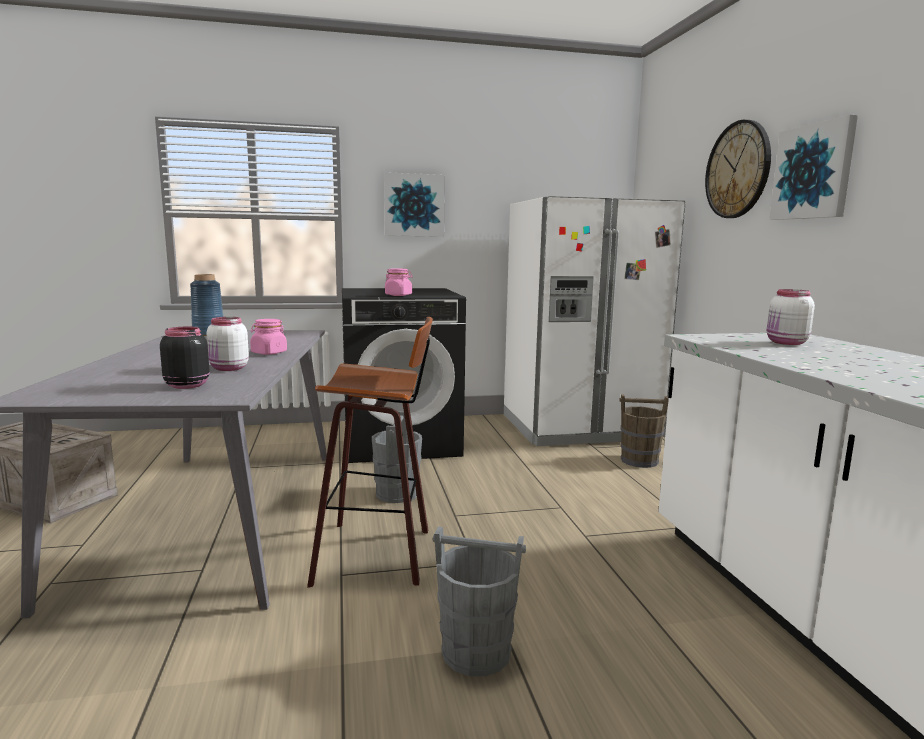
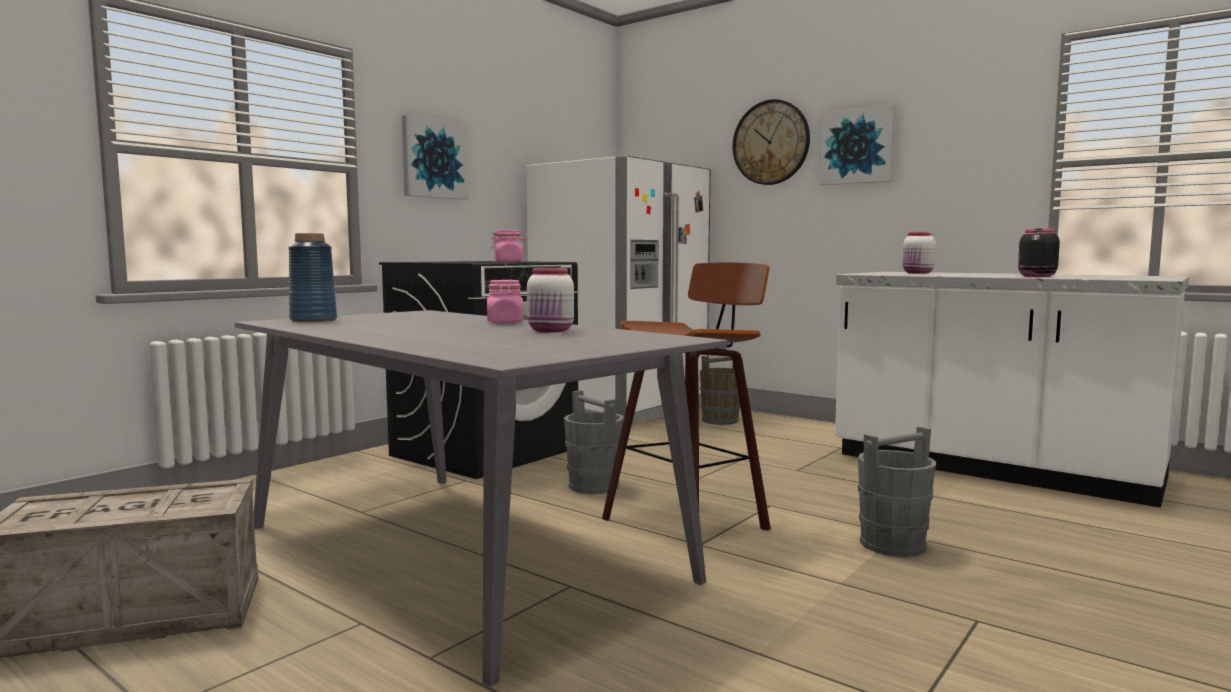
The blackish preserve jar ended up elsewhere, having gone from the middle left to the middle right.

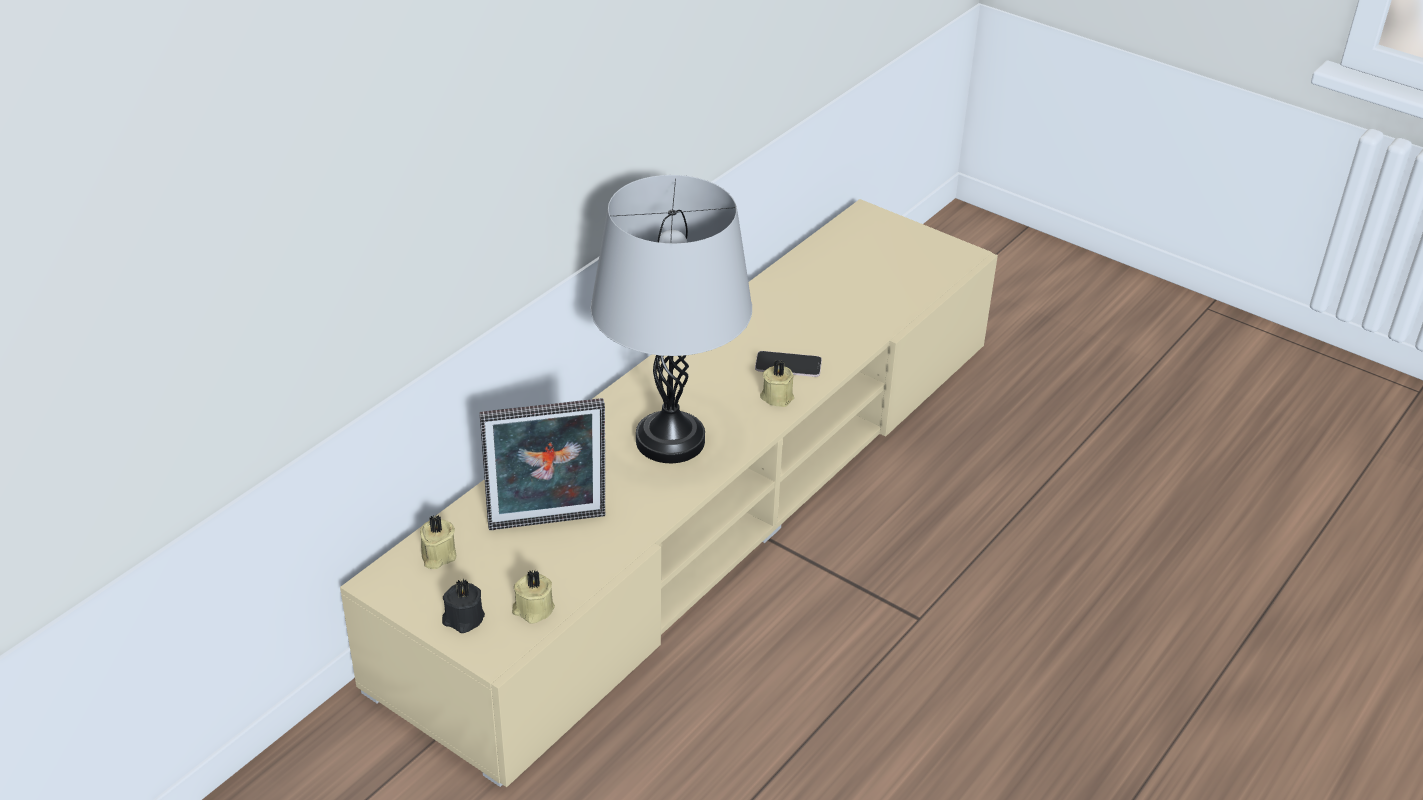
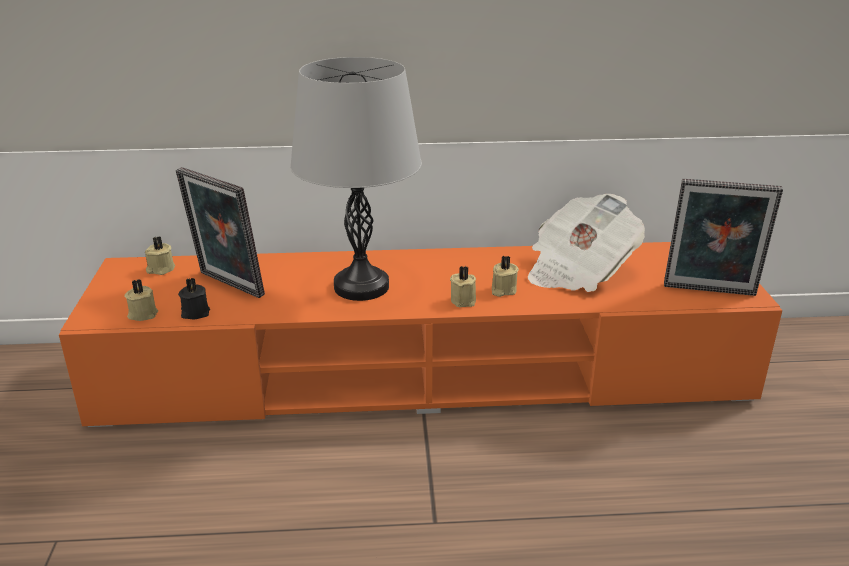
What was the beige-coloured tv unit at the centre turned into the orange tv unit at the centre.
The blackish wax light ended up elsewhere, having gone from the bottom left to the middle left.
Where the telephone stood at the centre, the beige-coloured wax light (4th from left) came to stand at the centre.
The second view gained the newspaper at the middle right.
The second view gained the picture frame (2nd from left) at the middle right.

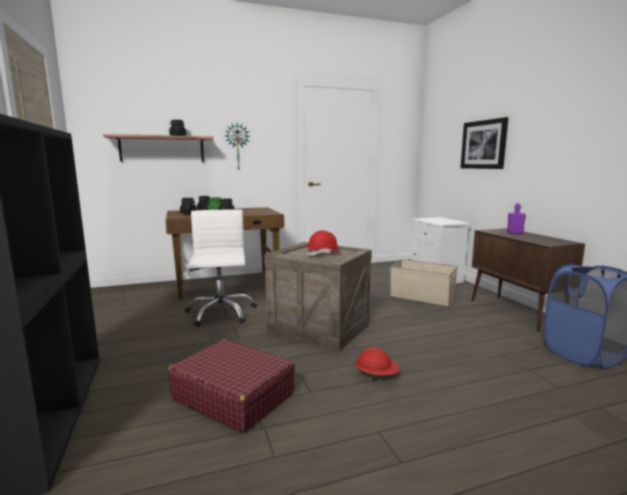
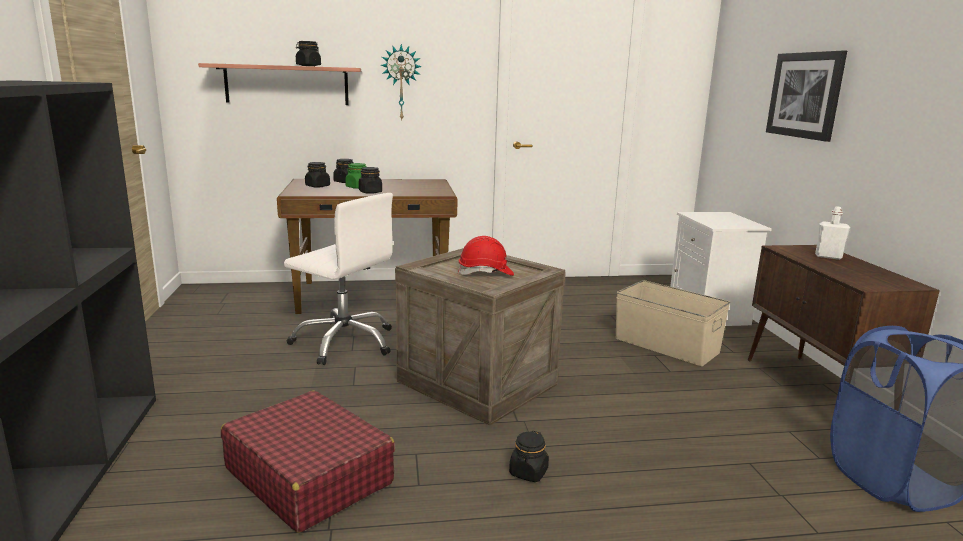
The white office chair at the centre ended up facing another way, 120 degrees clockwise from before.
Where the reddish hard hat (2nd from left) stood at the bottom centre, the blackish preserve jar (5th from left) came to stand at the bottom centre.
What was the purplish drink bottle at the middle right turned into the white drink bottle at the middle right.

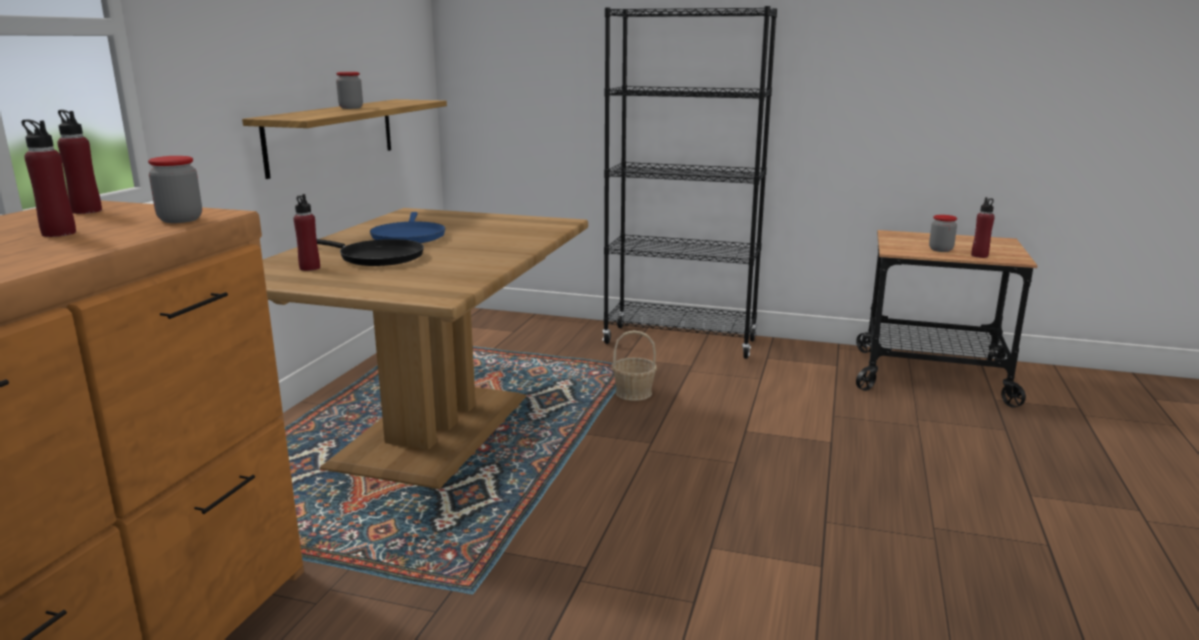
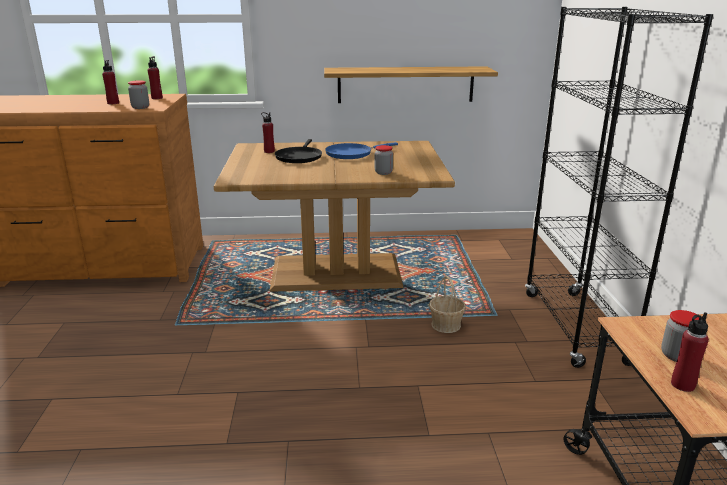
The preserve jar (2nd from left) ended up elsewhere, having gone from the top left to the top centre.

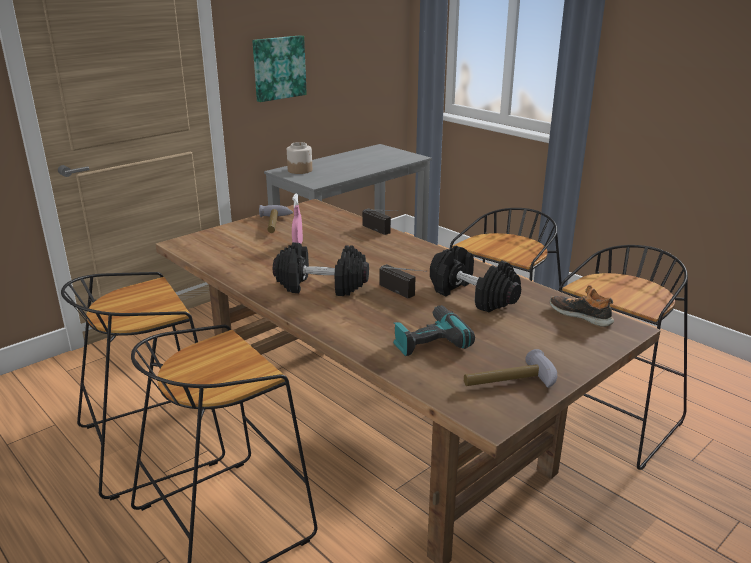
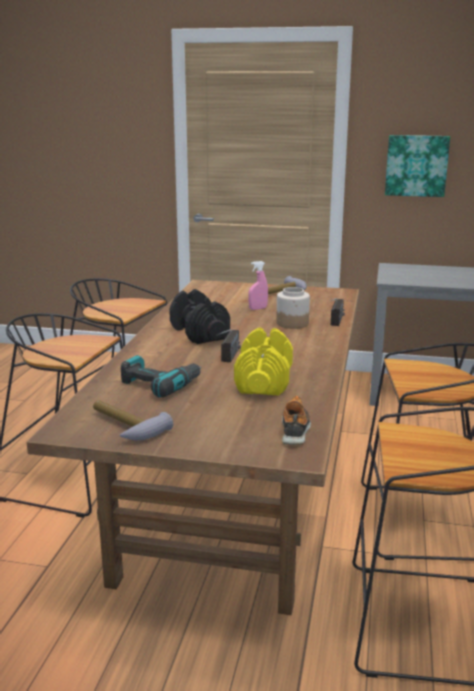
The preserve jar ended up elsewhere, having gone from the top centre to the centre.
What was the blackish hand weight (2nd from left) at the centre turned into the yellow-coloured hand weight at the centre.

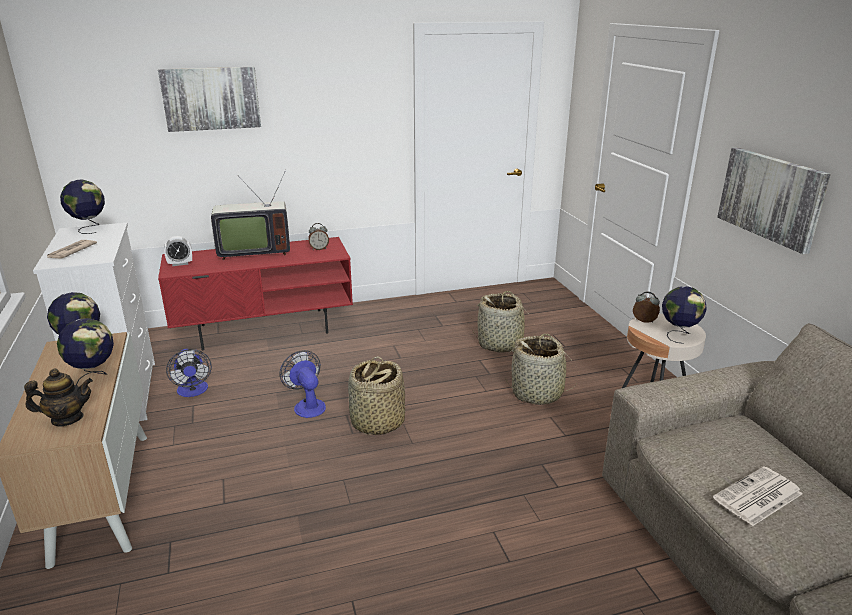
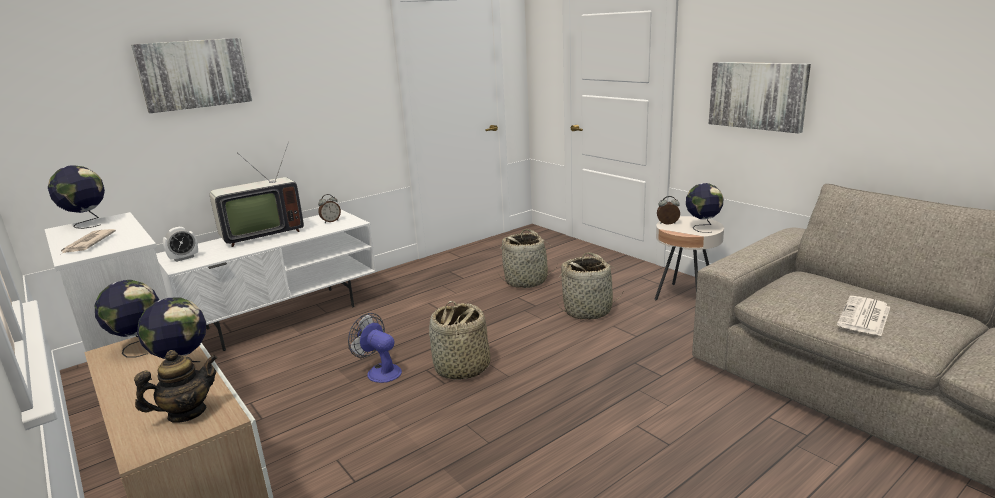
What was the reddish tv unit at the middle left turned into the white tv unit at the middle left.
The second view lost the electric fan (1st from left) at the middle left.

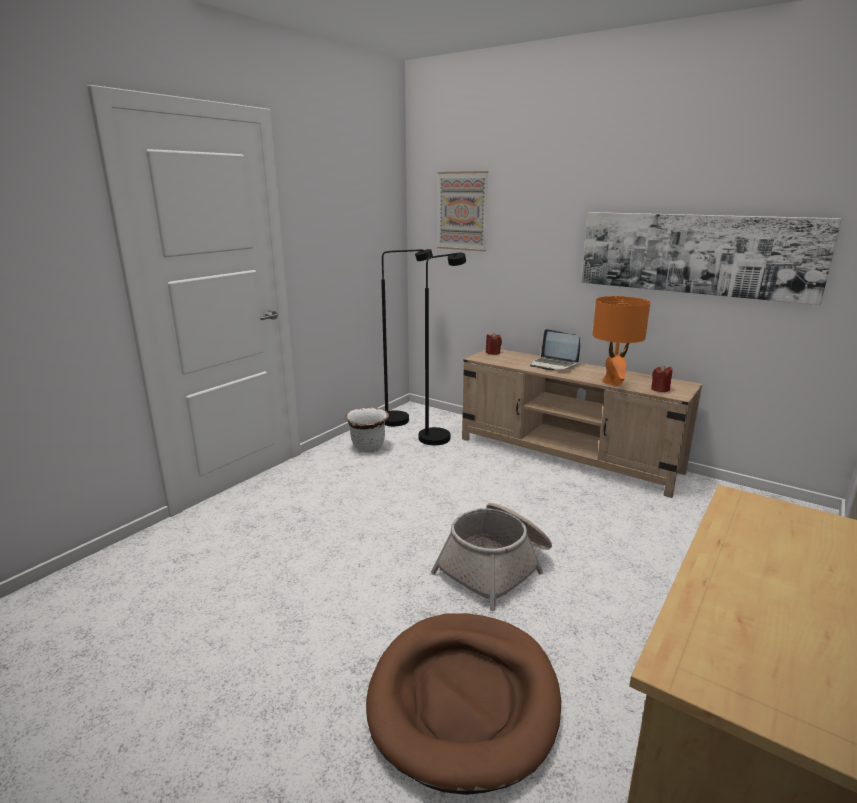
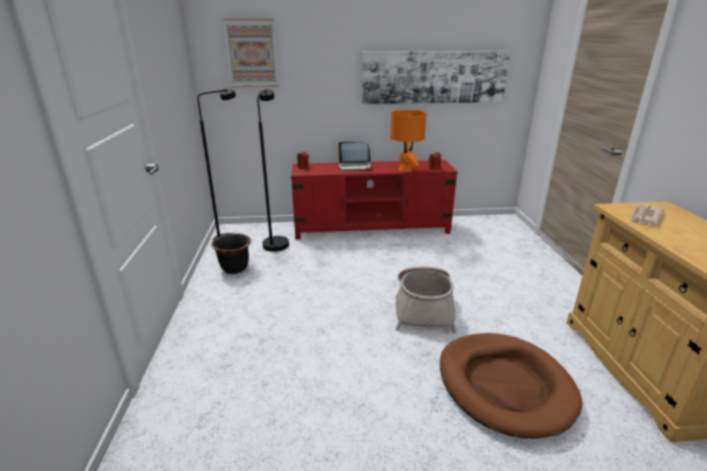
What was the white flower pot at the centre turned into the blackish flower pot at the middle left.
What was the beige-coloured tv unit at the middle right turned into the reddish tv unit at the centre.
The second view gained the newspaper at the middle right.

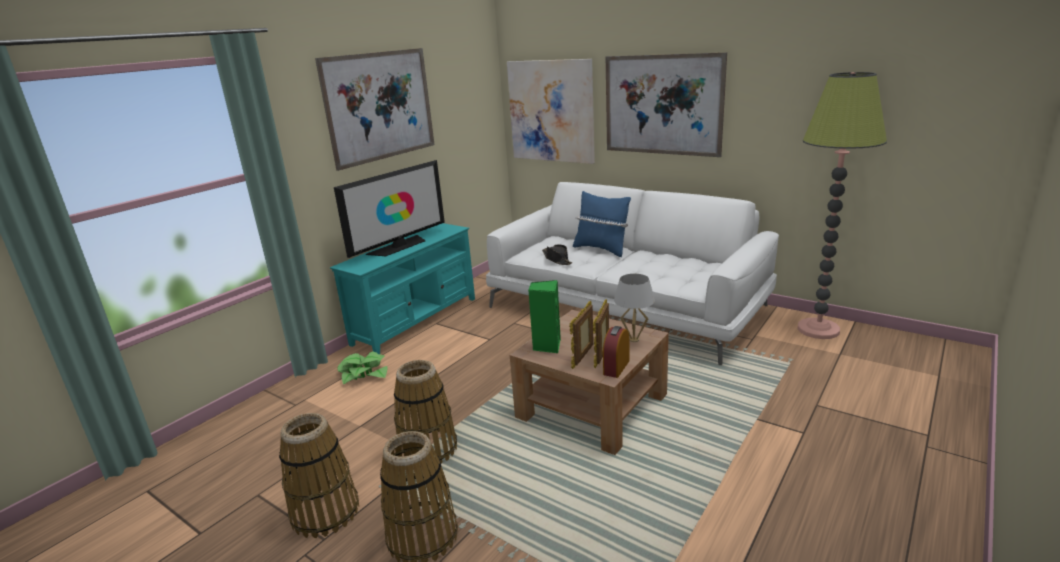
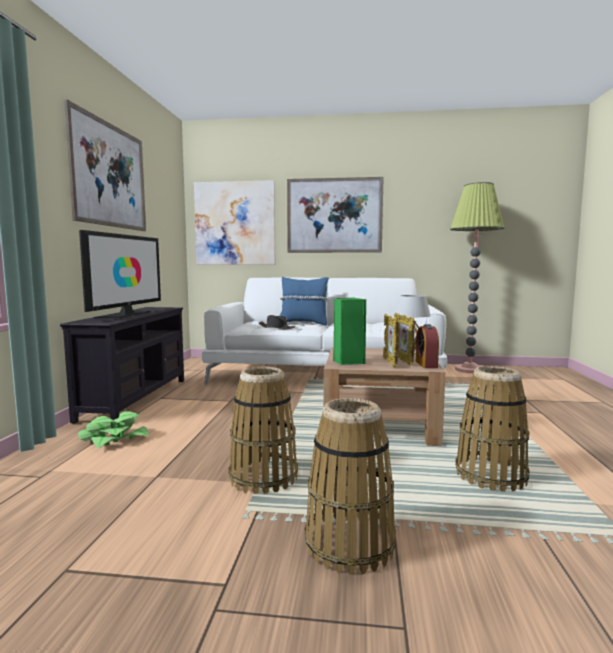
The storage basket (1st from left in the first image) ended up elsewhere, having gone from the bottom left to the middle right.
What was the blue-green tv unit at the centre turned into the blackish tv unit at the middle left.

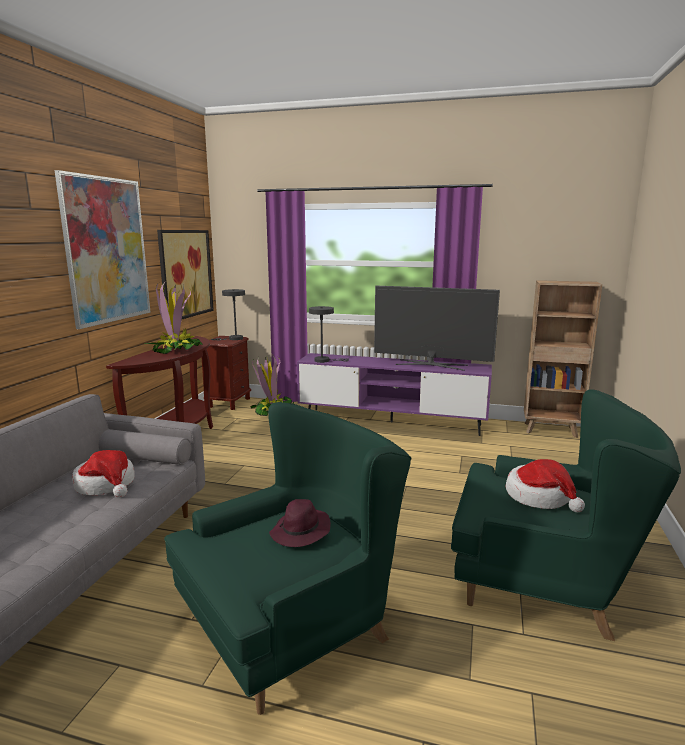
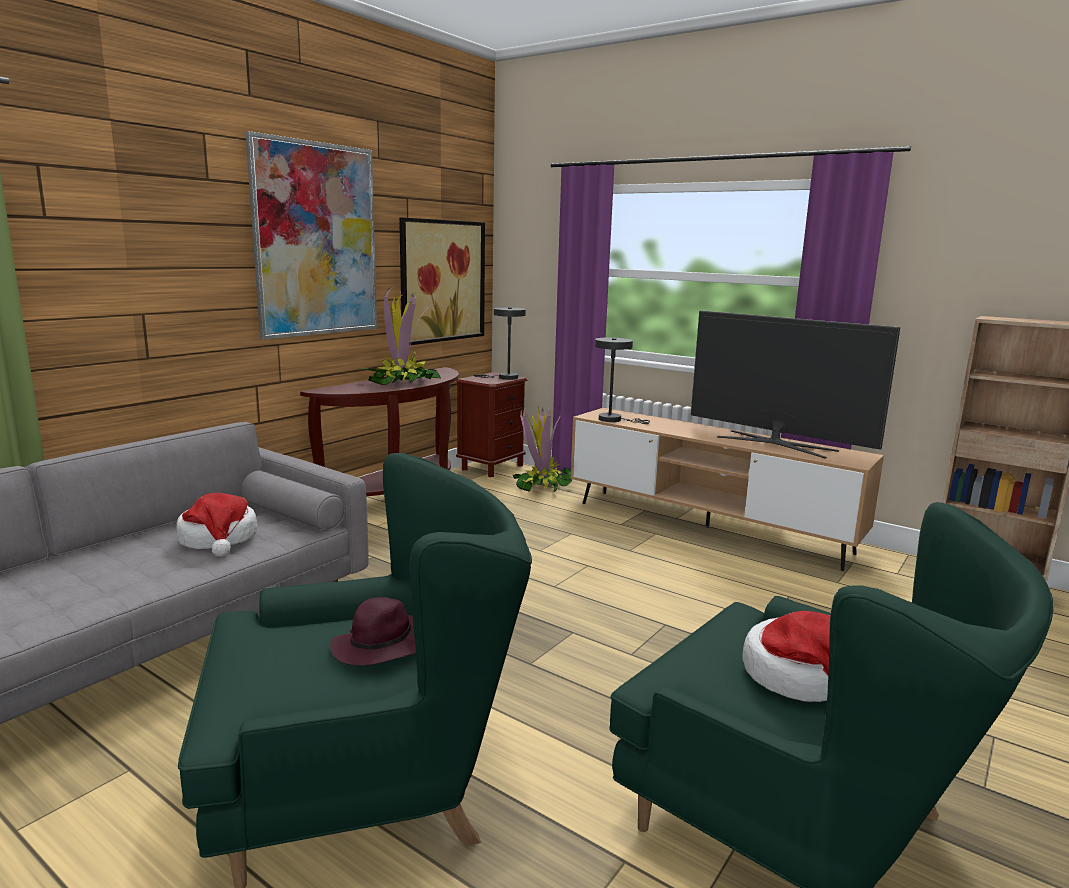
What was the purplish tv unit at the centre turned into the brownish tv unit at the middle right.

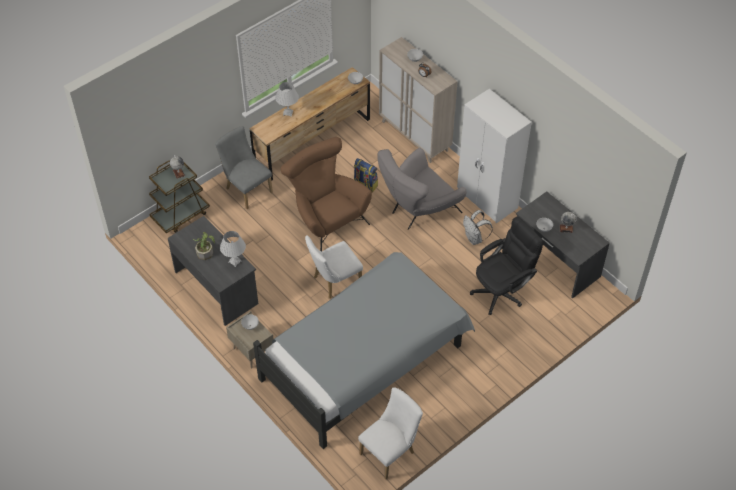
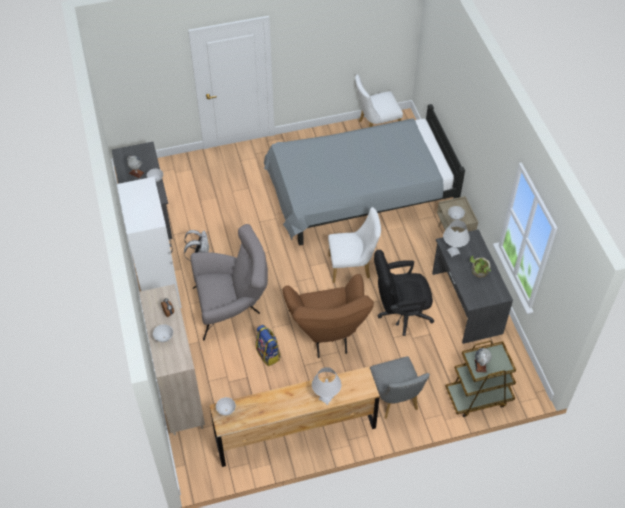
The blackish office chair ended up elsewhere, having gone from the middle right to the centre.

